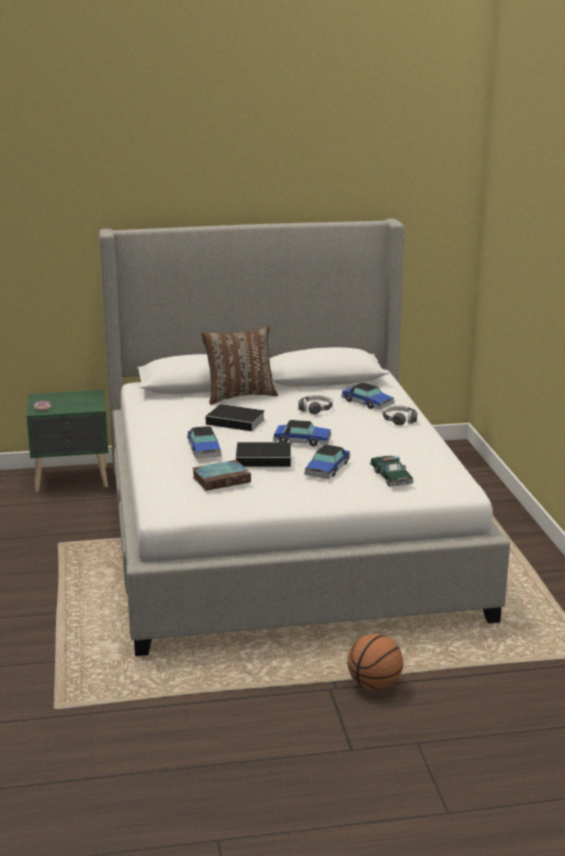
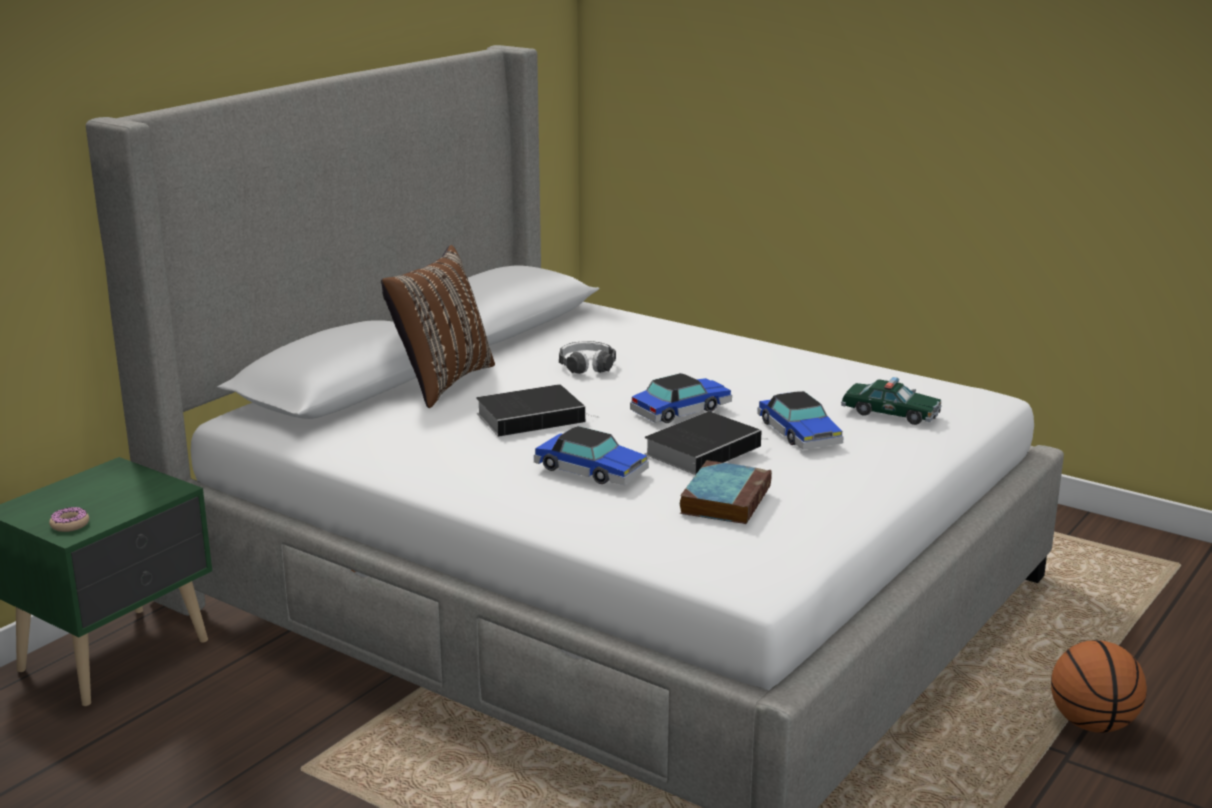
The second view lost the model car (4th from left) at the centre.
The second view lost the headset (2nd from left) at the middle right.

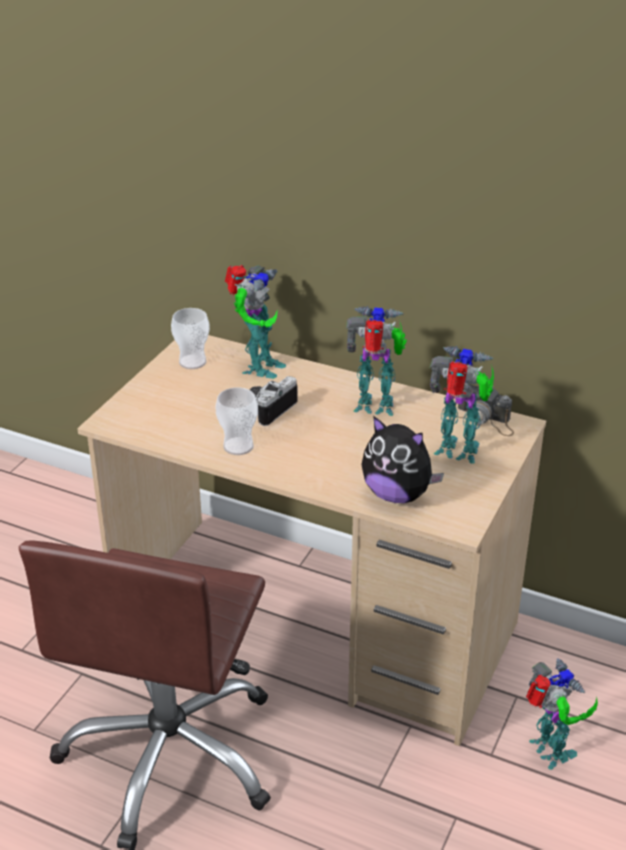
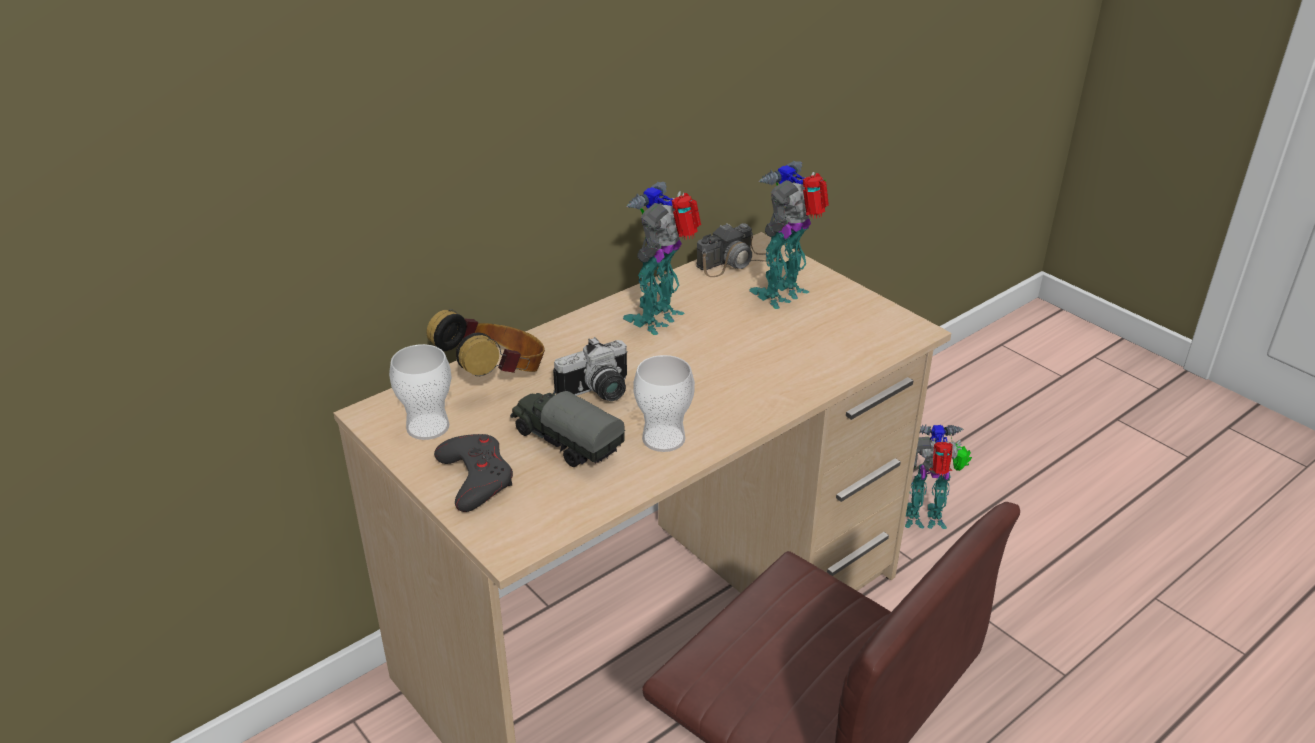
Where the robot figure (1st from left) stood at the centre, the headset came to stand at the centre.
The still camera (1st from left) at the centre ended up facing another way, 90 degrees counterclockwise from before.
The second view lost the plush toy at the centre.
The second view gained the greyish joypad at the centre.
The second view gained the model truck at the centre.

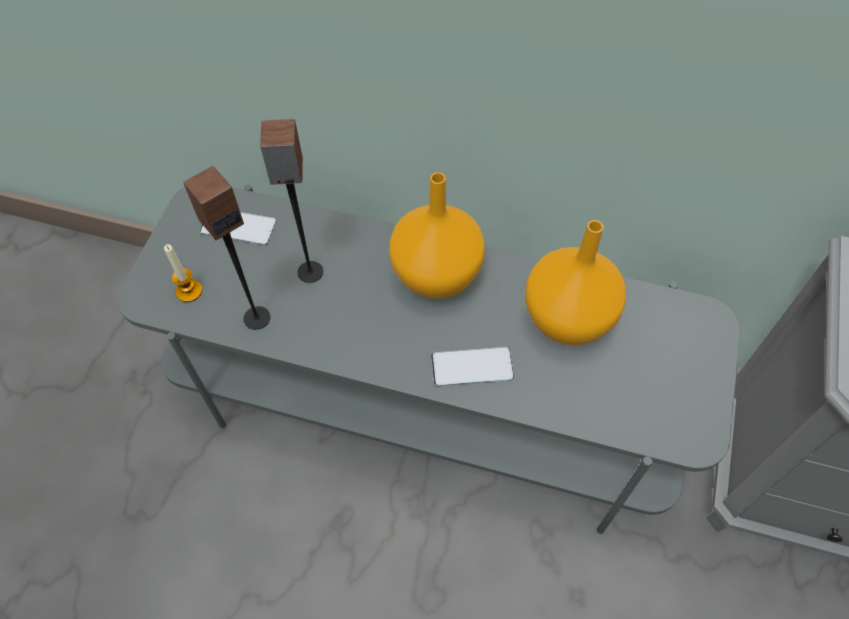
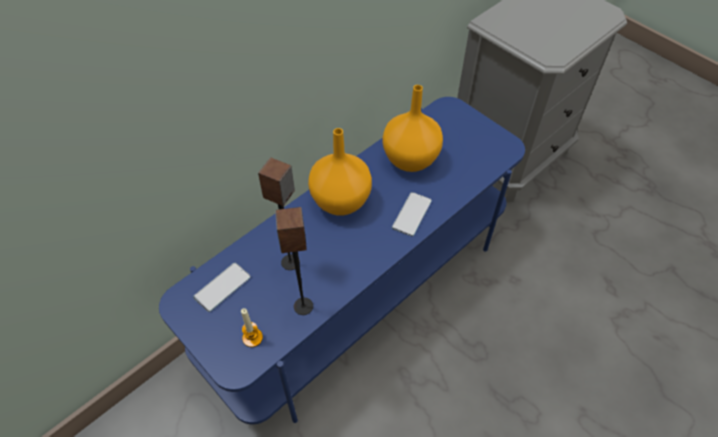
What was the greyish tv unit at the centre turned into the blue-coloured tv unit at the centre.

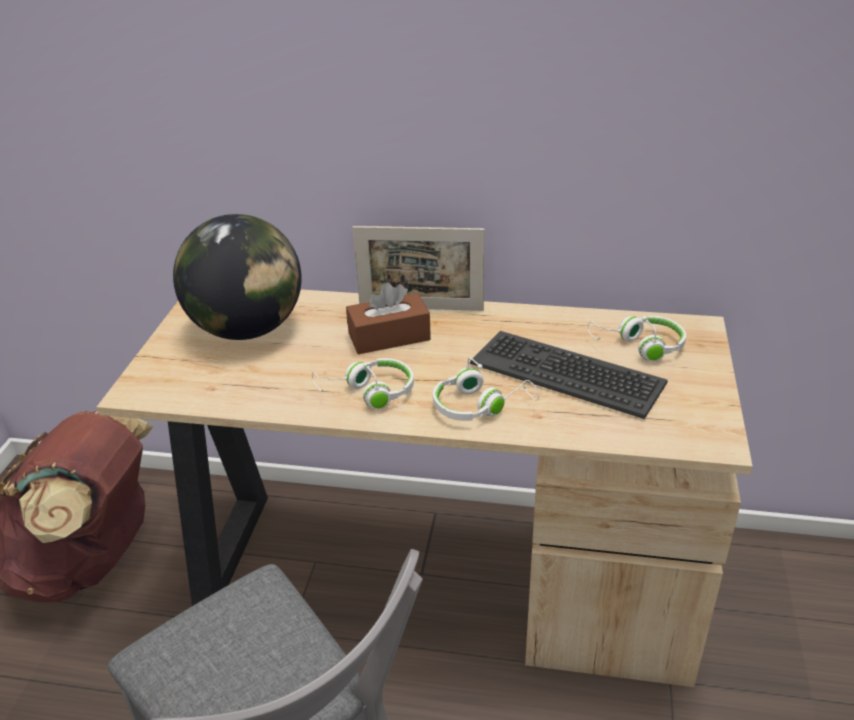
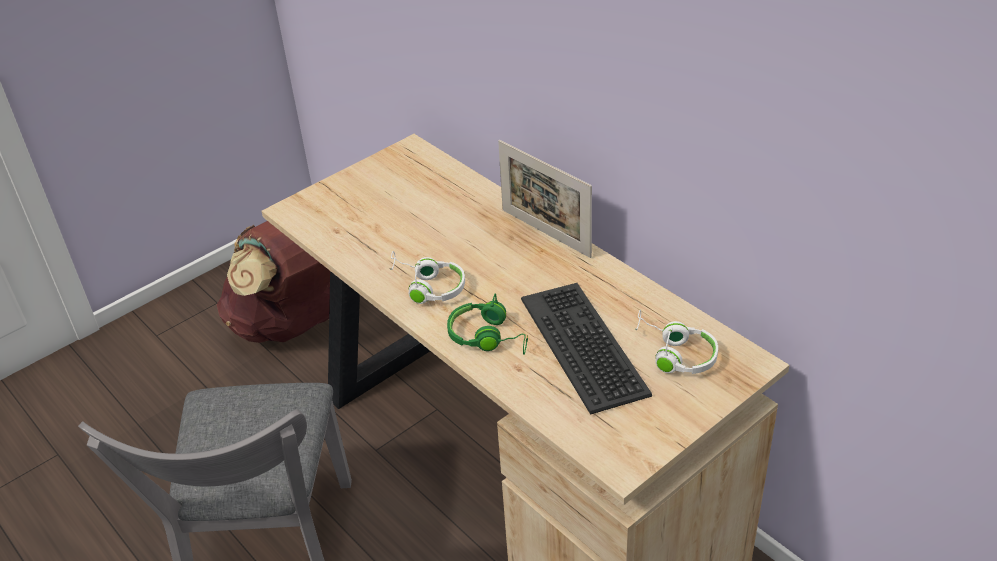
The second view lost the world globe at the middle left.
The second view lost the brownish box of tissues at the centre.
What was the white headset (2nd from left) at the centre turned into the green-coloured headset at the centre.

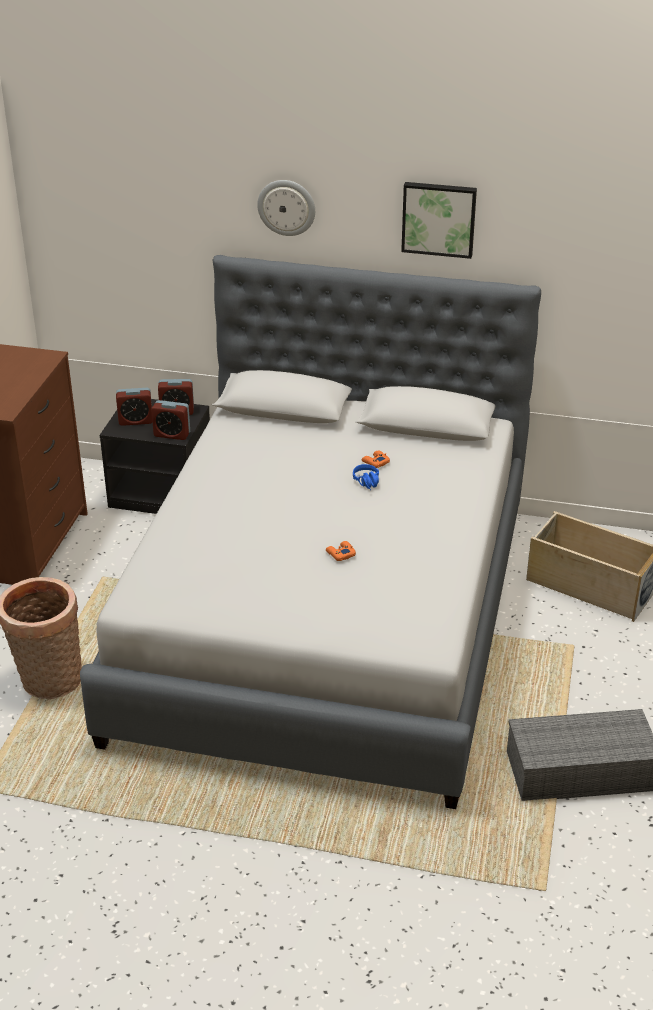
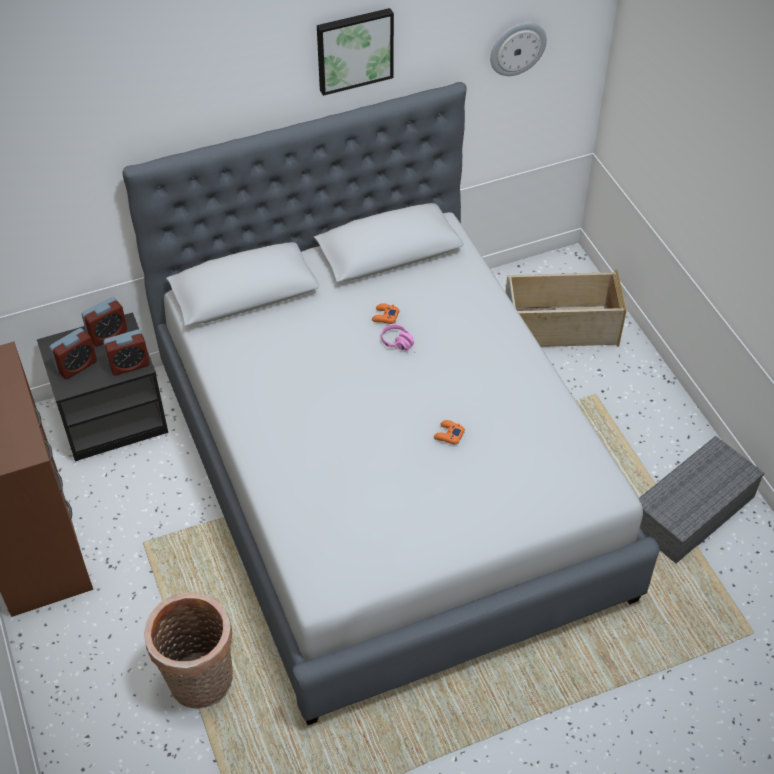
The wall clock ended up elsewhere, having gone from the top centre to the top right.
What was the blue-coloured headset at the centre turned into the pink-coloured headset at the centre.

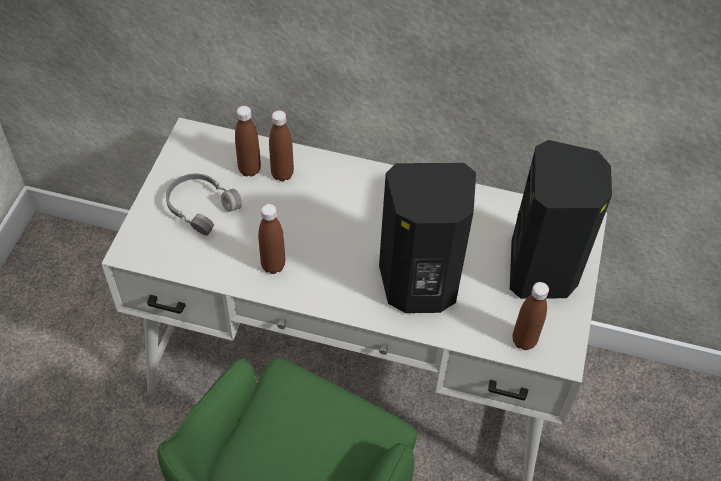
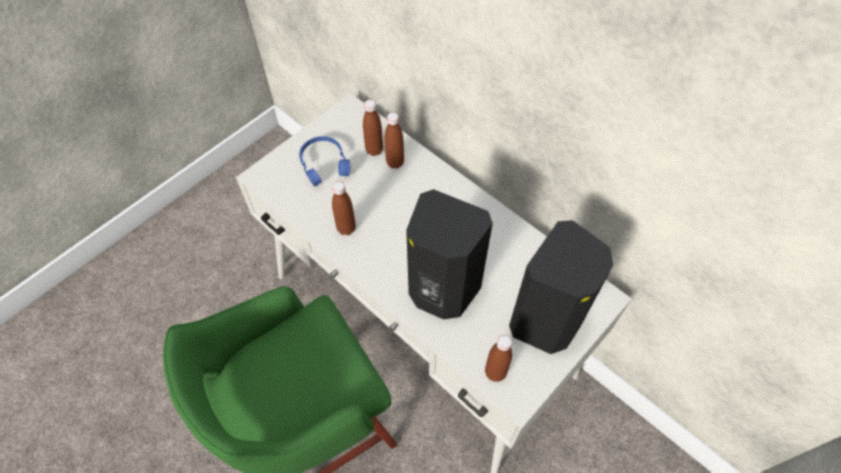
What was the greyish headset at the middle left turned into the blue-coloured headset at the centre.

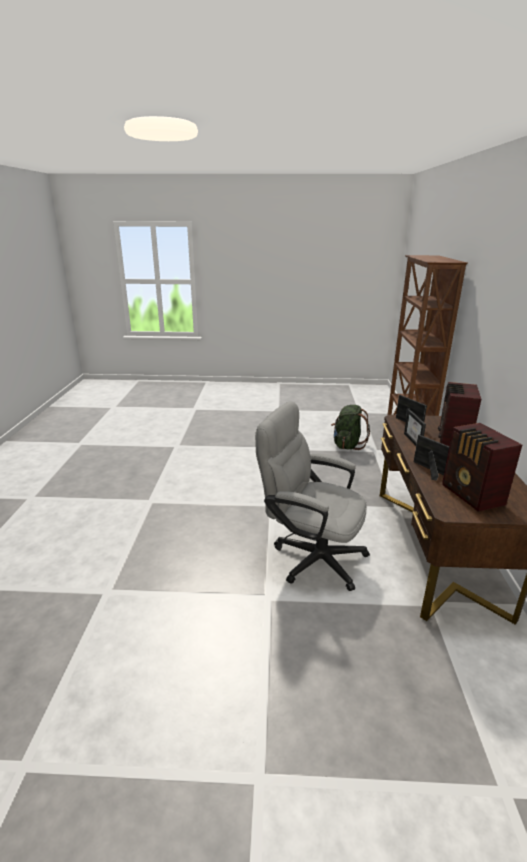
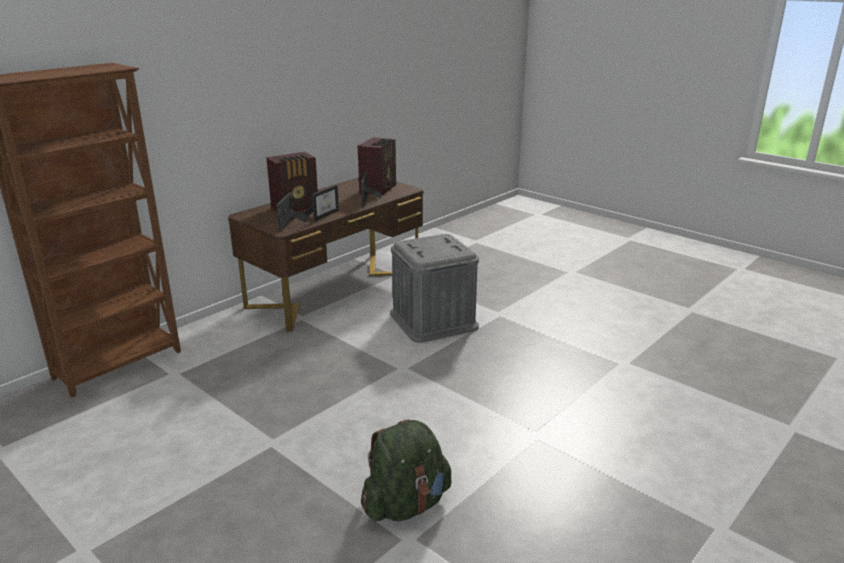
Where the greyish office chair stood at the centre, the greyish storage box came to stand at the centre.
The green-coloured backpack ended up elsewhere, having gone from the centre to the bottom centre.

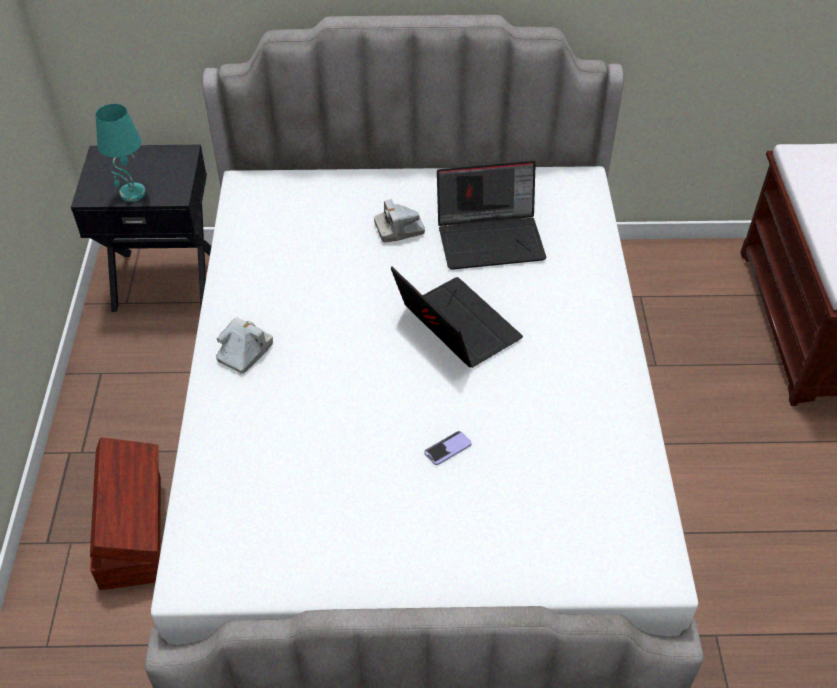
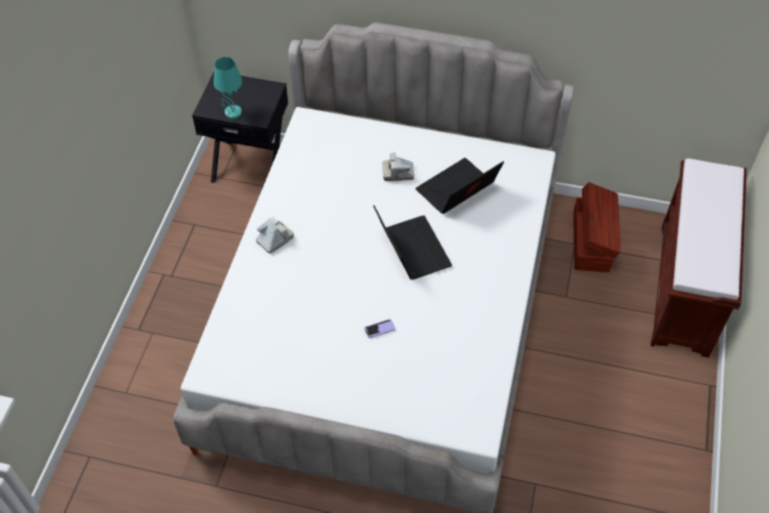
The brownish storage box ended up elsewhere, having gone from the bottom left to the middle right.
The notebook computer (2nd from left) at the top centre ended up facing another way, 135 degrees clockwise from before.

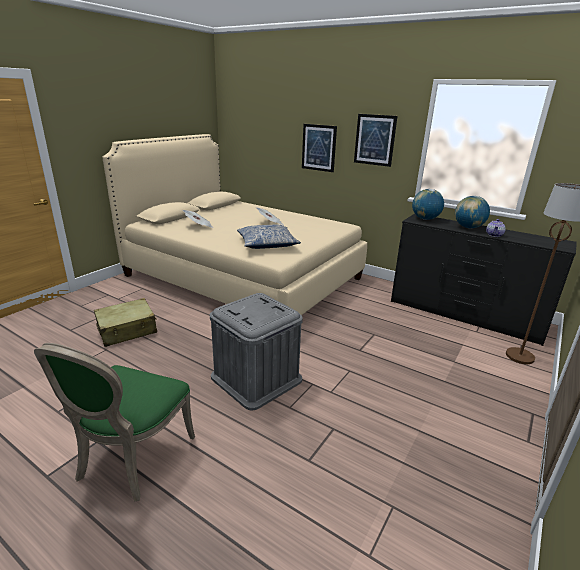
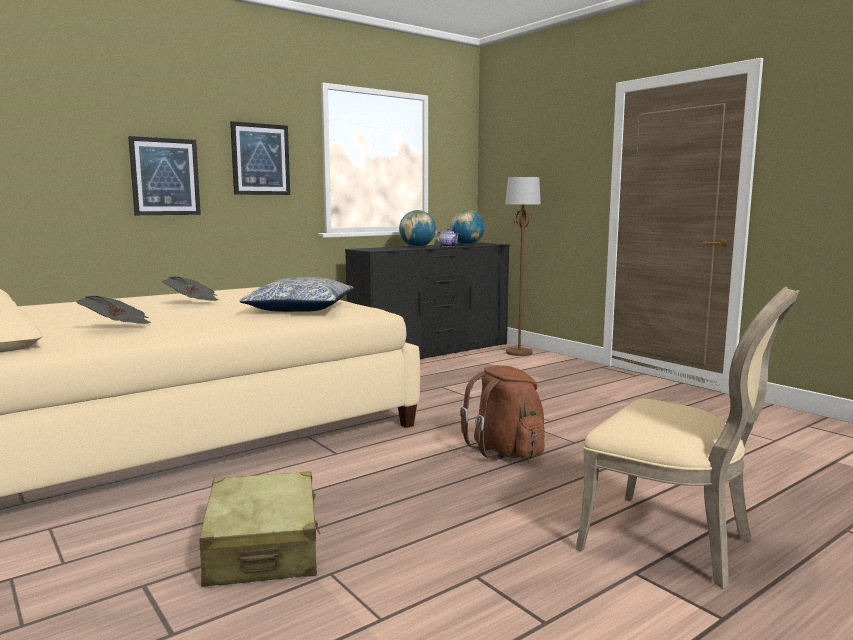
What was the green-coloured upright chair at the bottom left turned into the beige-coloured upright chair at the bottom right.
Where the greyish storage box stood at the centre, the brownish backpack came to stand at the centre.
The world globe (1st from left in the first image) ended up elsewhere, having gone from the middle right to the centre.

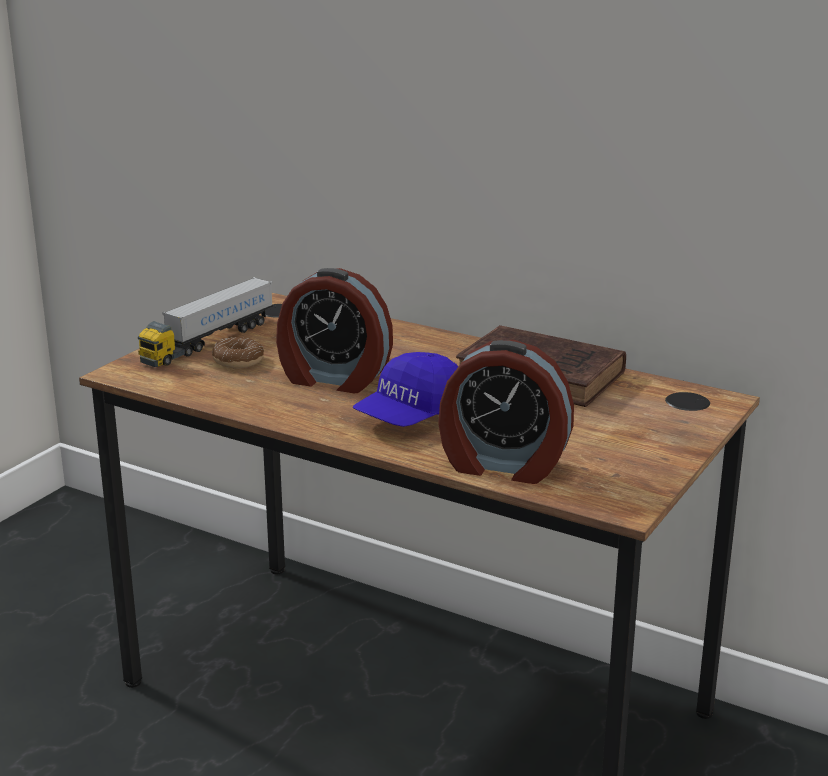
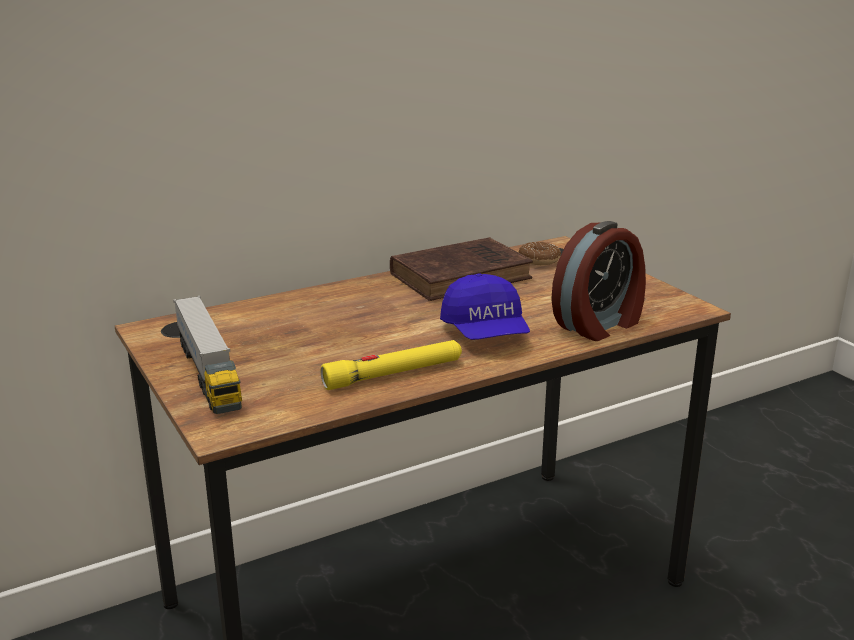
The donut ended up elsewhere, having gone from the middle left to the centre.
The second view lost the table clock (1st from left) at the centre.
The second view gained the yellow-coloured hand torch at the centre.

